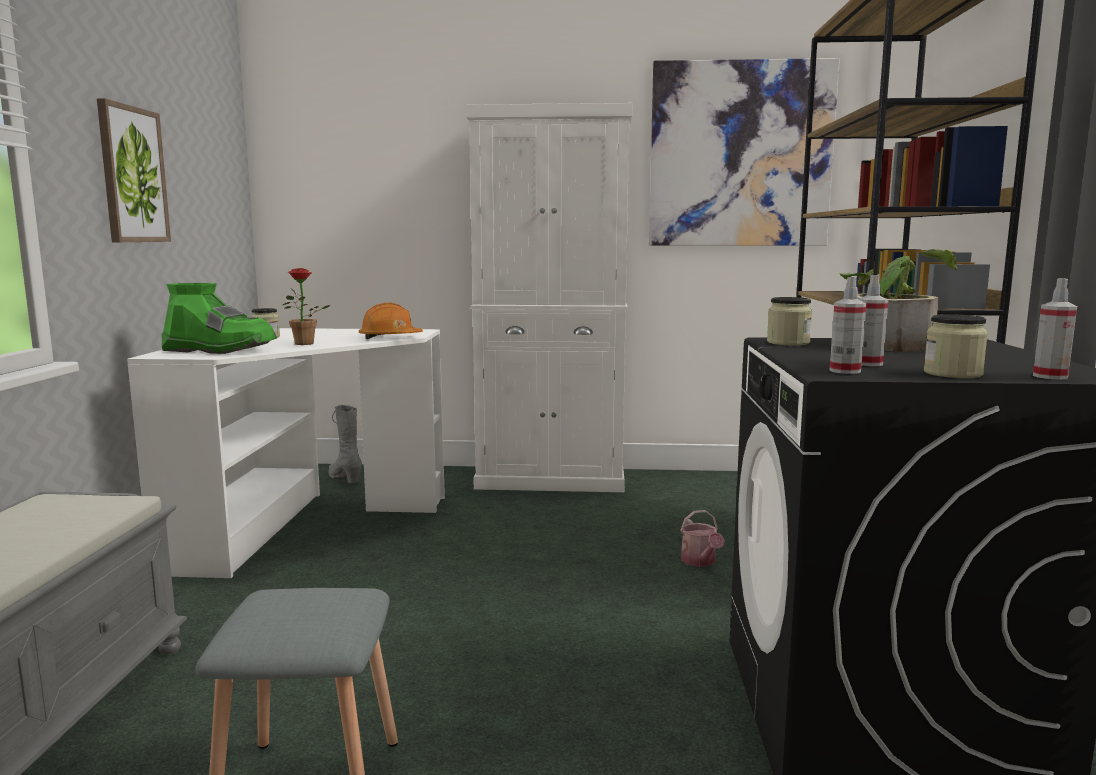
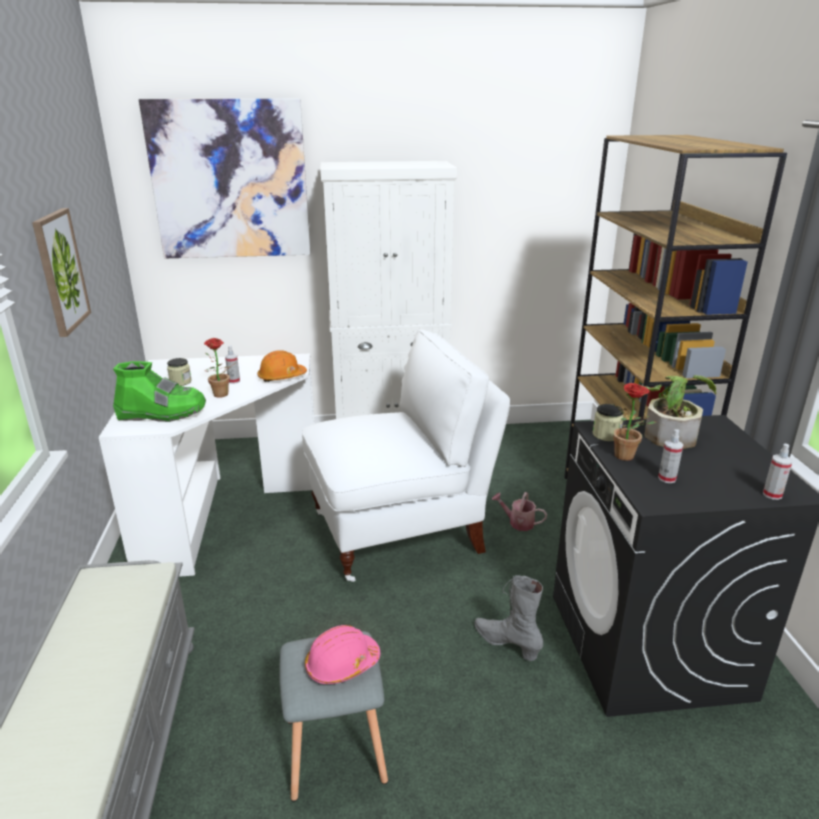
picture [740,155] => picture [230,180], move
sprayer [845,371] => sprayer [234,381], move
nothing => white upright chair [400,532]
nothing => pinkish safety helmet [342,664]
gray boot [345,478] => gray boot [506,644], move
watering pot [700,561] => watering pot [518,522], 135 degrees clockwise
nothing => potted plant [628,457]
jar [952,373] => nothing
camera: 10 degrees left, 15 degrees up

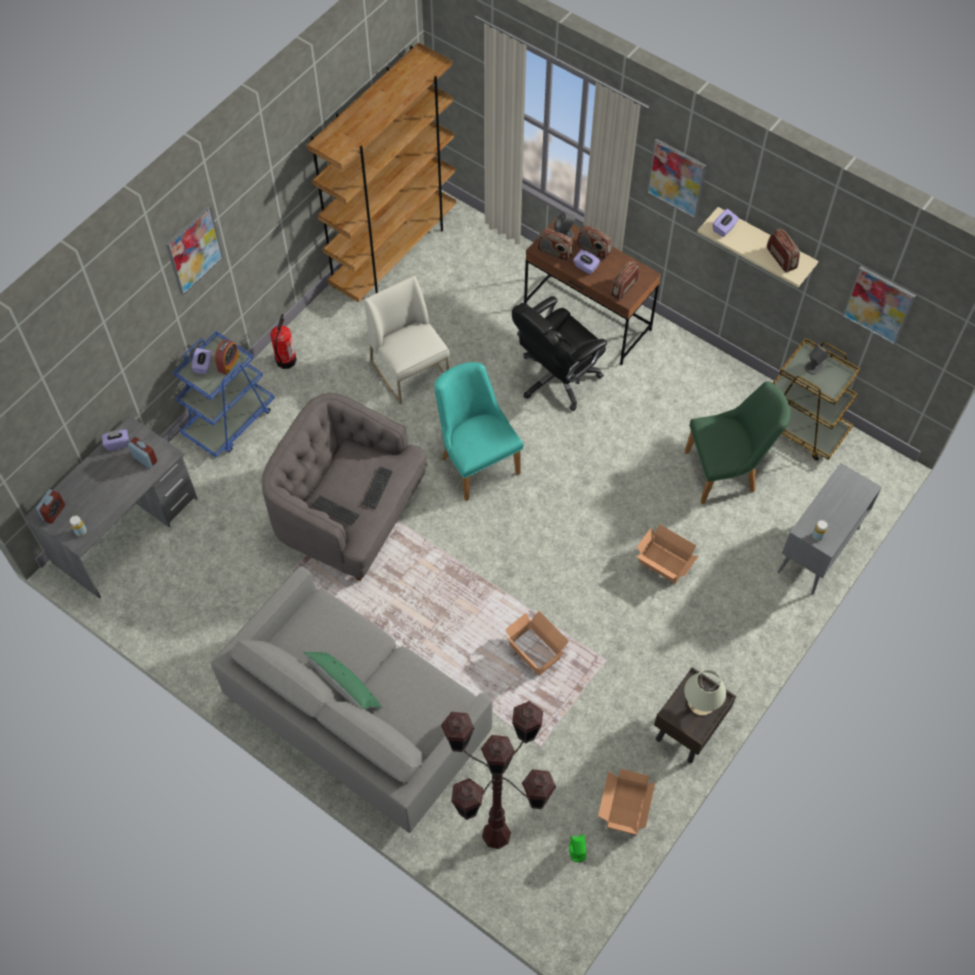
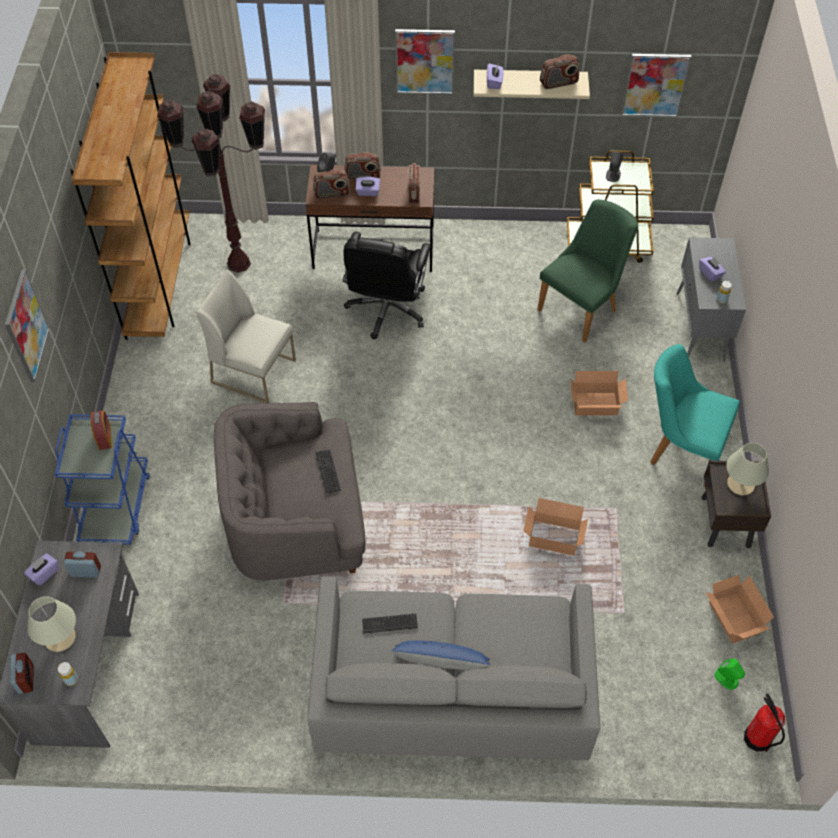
nothing => beige lamp for a table [60,638]
brown-coloured floor lamp [495,835] => brown-coloured floor lamp [238,264], move
PC keyboard [336,511] => PC keyboard [390,624], move
green cushion [344,687] => blue cushion [440,663]
radio receiver [781,258] => radio receiver [558,83], 135 degrees clockwise
blue-green upright chair [475,460] => blue-green upright chair [680,448], move
purplish box of tissues [203,365] => purplish box of tissues [710,273], move
fire extinguisher [285,360] => fire extinguisher [757,739], move
camera: 35 degrees left, 5 degrees down

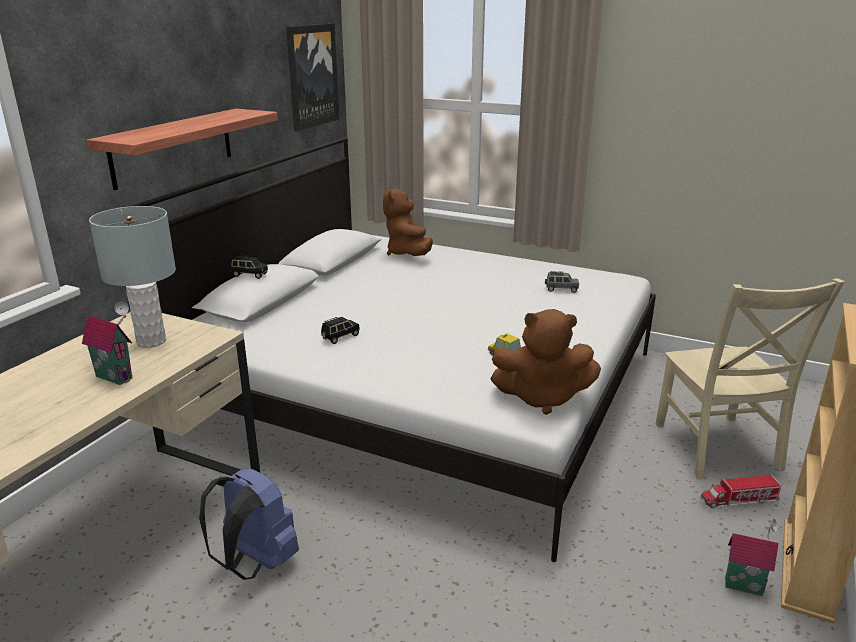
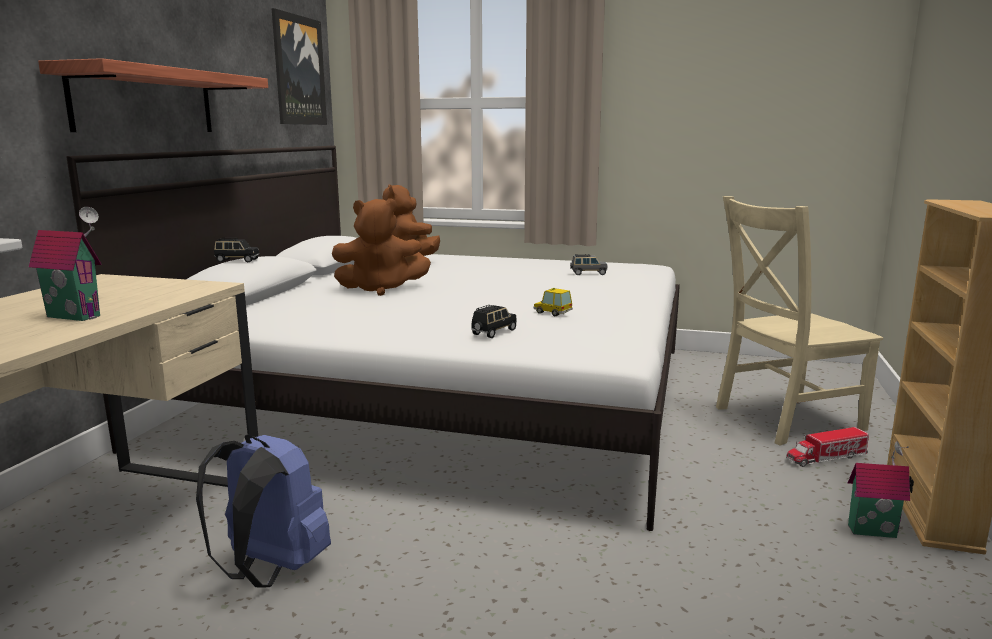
brown-coloured plush toy [542,397] => brown-coloured plush toy [380,289], move
black toy car [340,337] => black toy car [494,332], move
beige upright chair [718,449] => beige upright chair [783,419], 90 degrees clockwise
gray lamp for a table [151,341] => nothing
camera: 10 degrees left, 10 degrees down

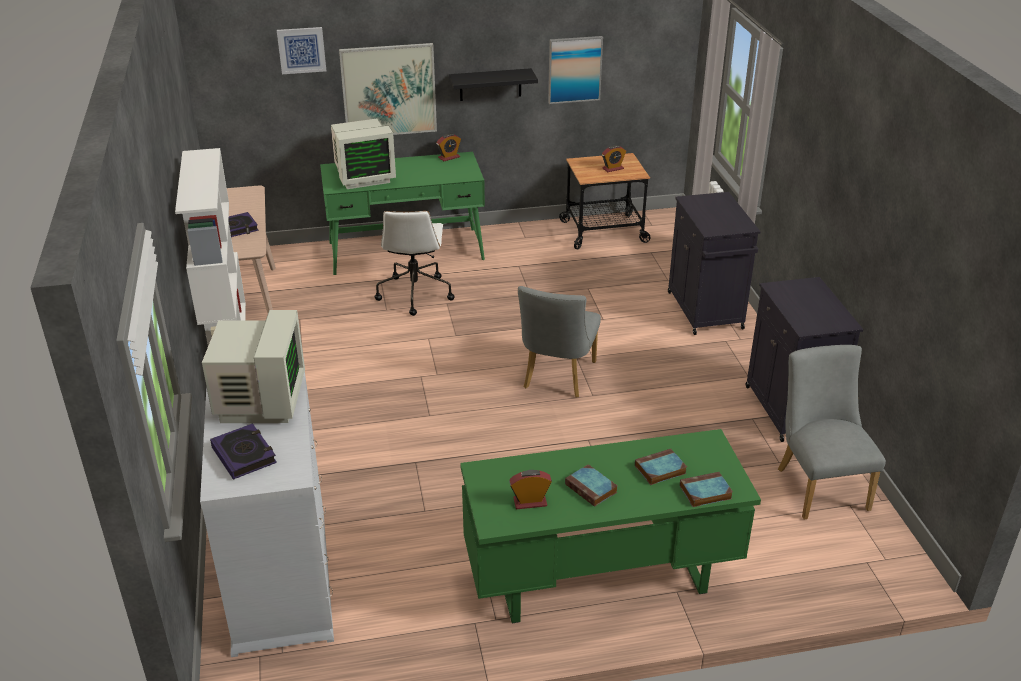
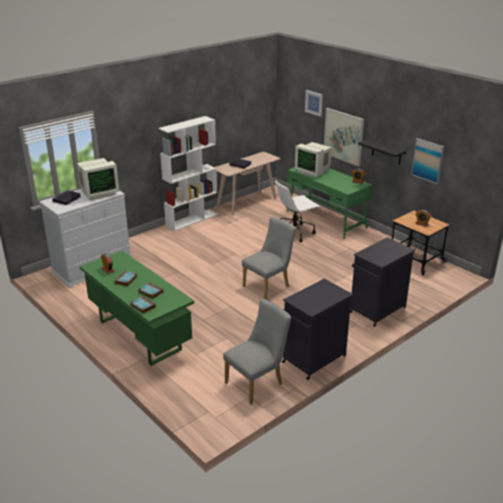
gray upright chair [557,378] => gray upright chair [269,285], 150 degrees clockwise
camera: 60 degrees right, 5 degrees down

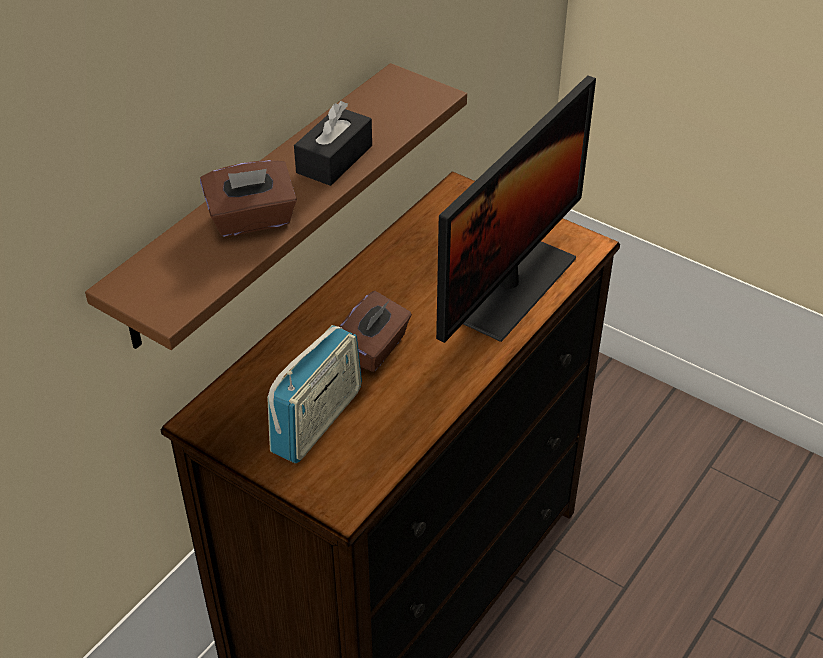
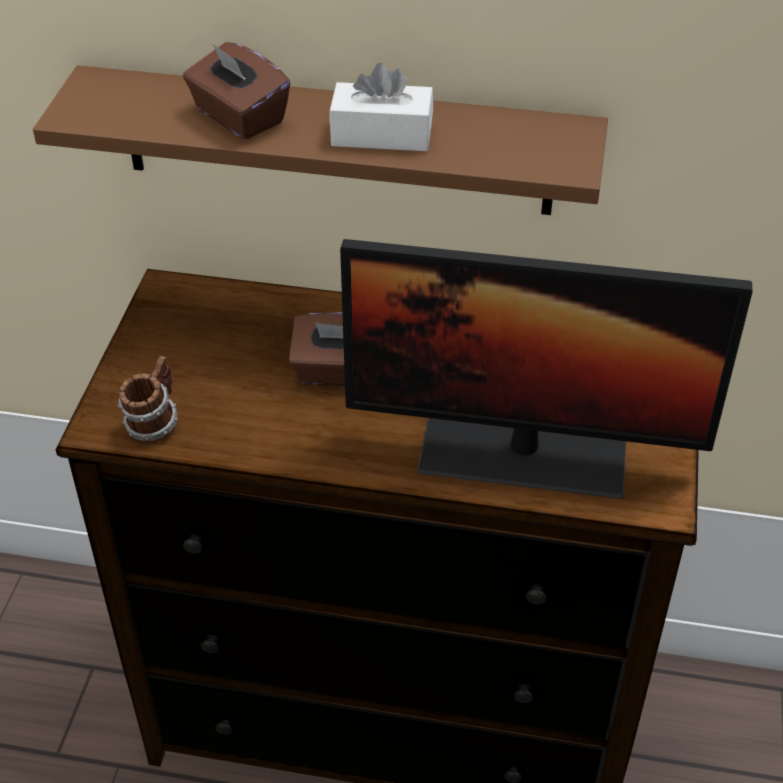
nothing => tea mug [153,424]
black box of tissues [334,159] => white box of tissues [381,135]
radio receiver [317,421] => nothing
camera: 65 degrees right, 0 degrees up

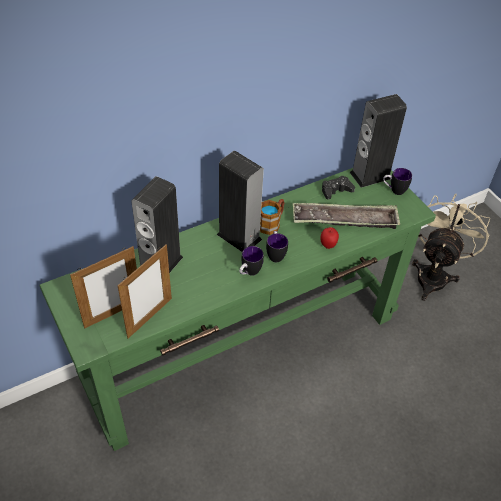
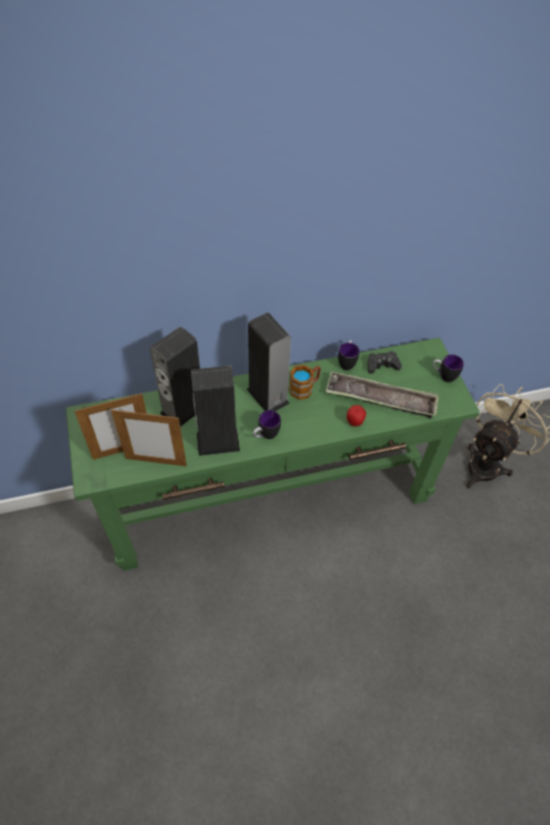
photo frame [149,318] => photo frame [156,462], 45 degrees clockwise
speaker [370,175] => speaker [218,441], move
tea mug [275,254] => tea mug [347,362], move
camera: 15 degrees right, 5 degrees up

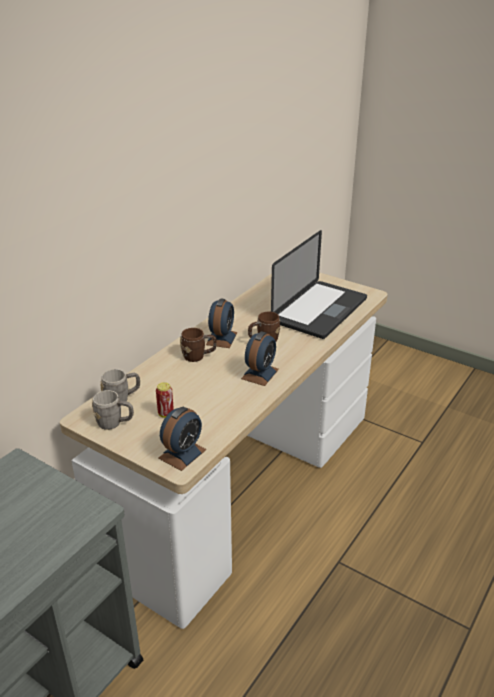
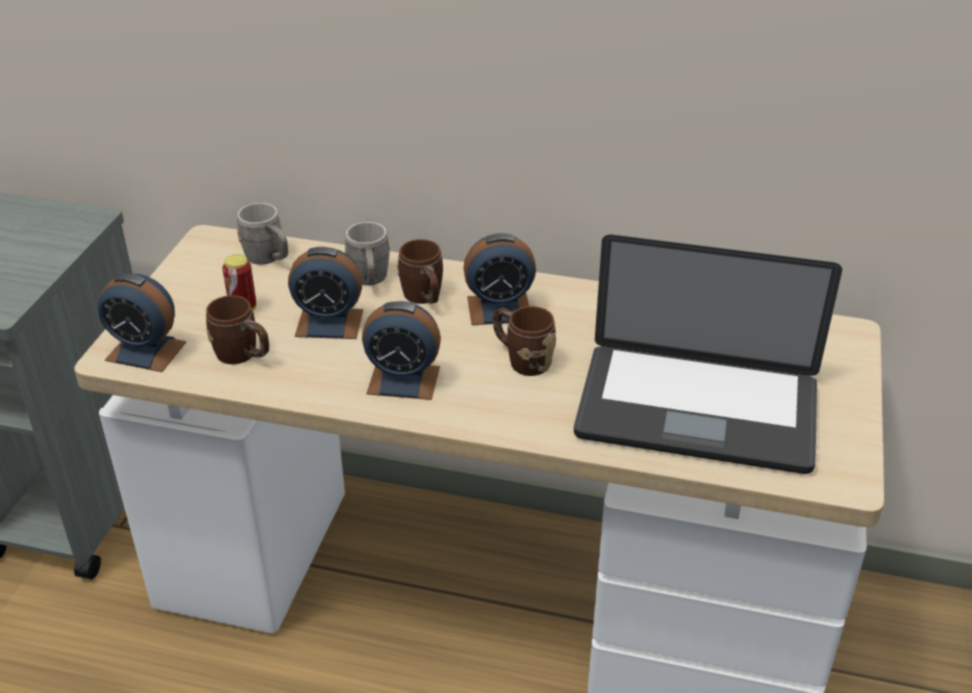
nothing => brown-coloured tea mug [243,356]
nothing => bedside clock [329,323]
gray tea mug [114,423] => gray tea mug [370,281], move
camera: 70 degrees right, 5 degrees up

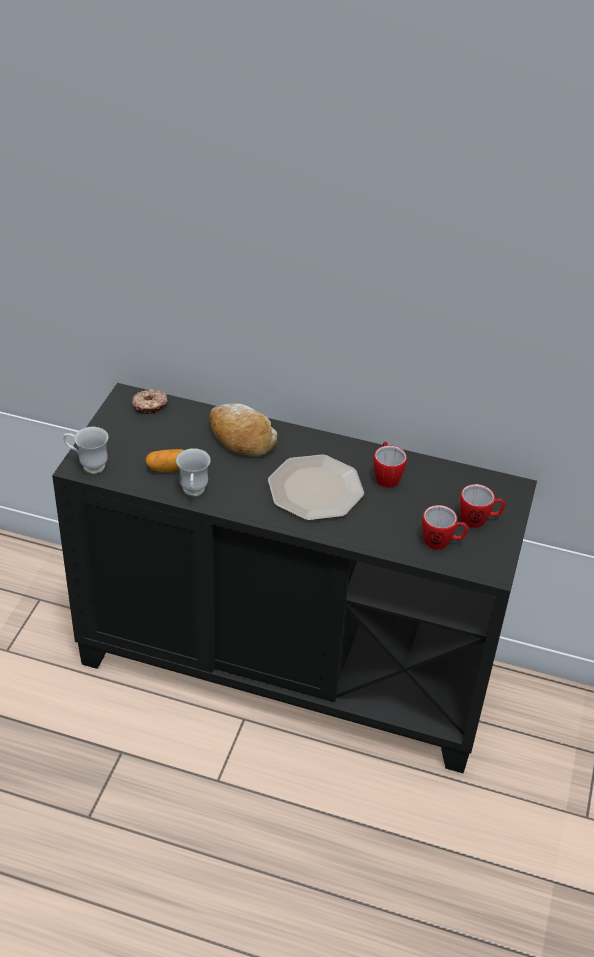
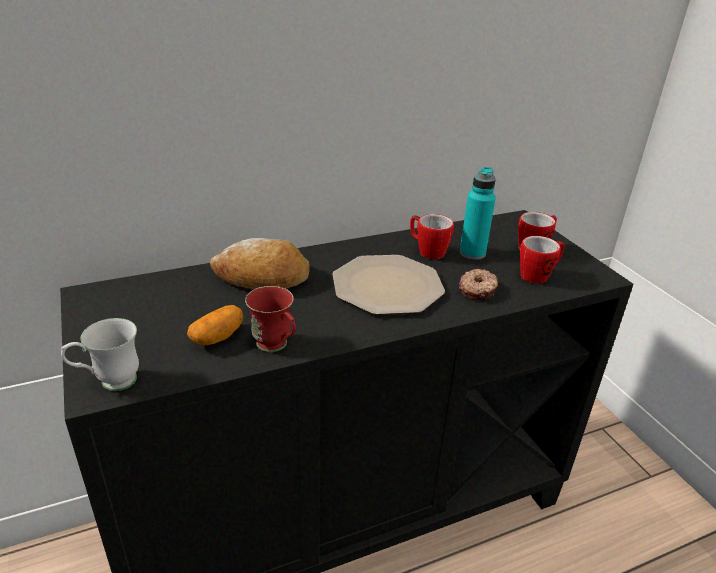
white tea mug [193,493] => red tea mug [276,347]
donut [150,406] => donut [478,290], move
nothing => blue-green drink bottle [472,253]
camera: 40 degrees left, 10 degrees down

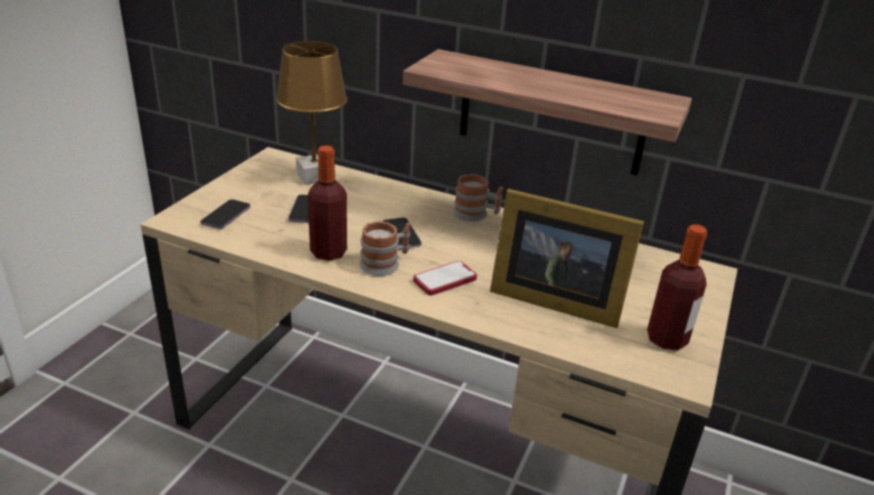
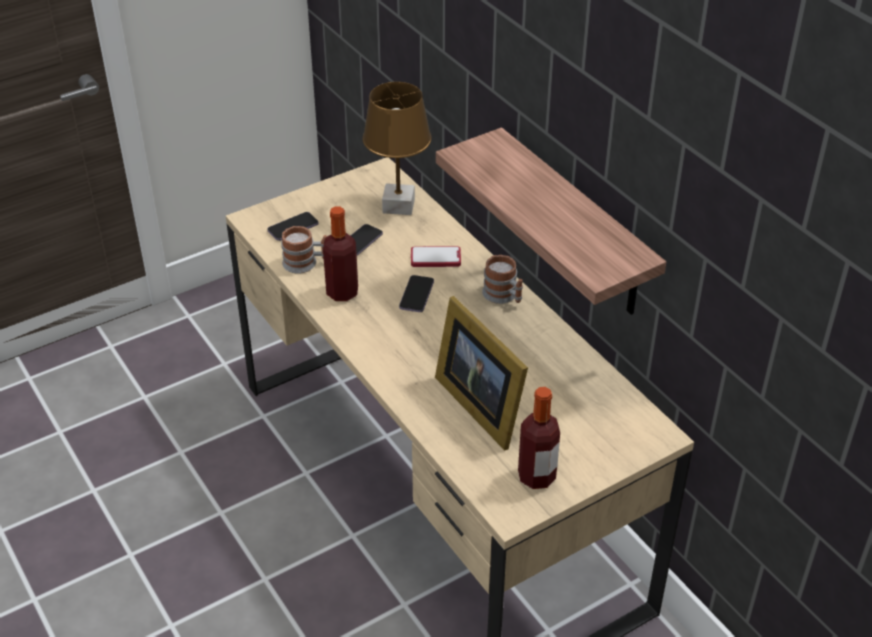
tea mug [385,263] => tea mug [305,263], move
telephone [445,280] => telephone [435,258], move
camera: 35 degrees right, 10 degrees up

